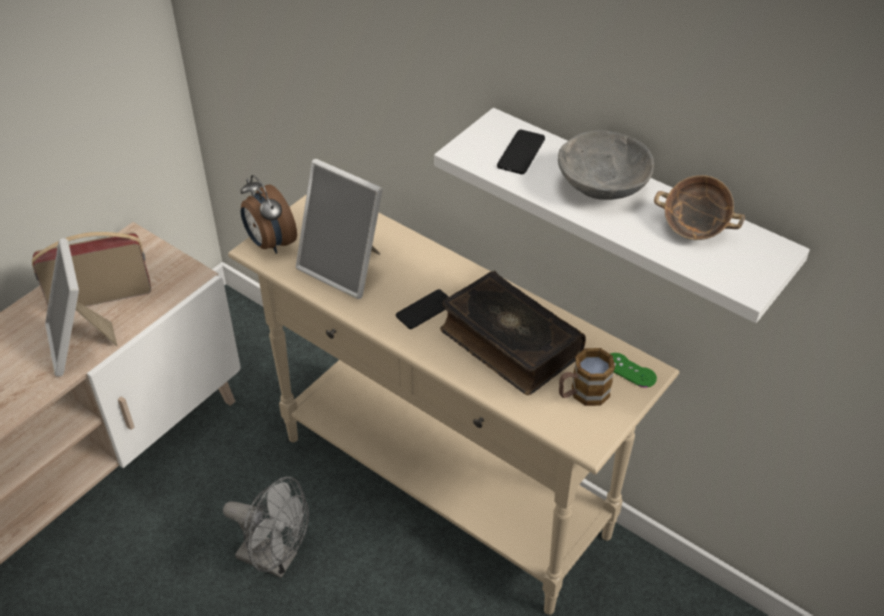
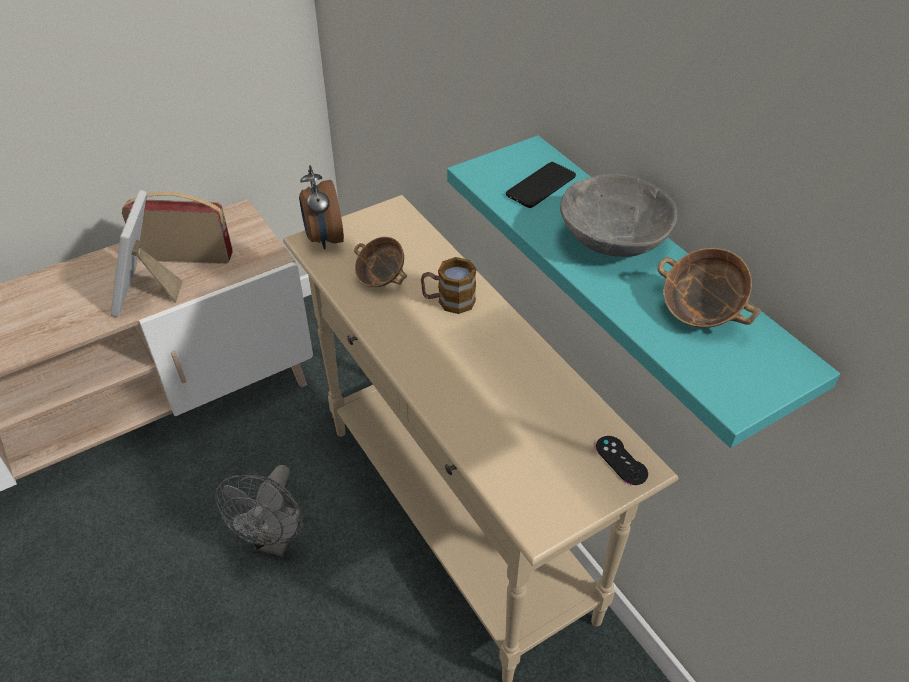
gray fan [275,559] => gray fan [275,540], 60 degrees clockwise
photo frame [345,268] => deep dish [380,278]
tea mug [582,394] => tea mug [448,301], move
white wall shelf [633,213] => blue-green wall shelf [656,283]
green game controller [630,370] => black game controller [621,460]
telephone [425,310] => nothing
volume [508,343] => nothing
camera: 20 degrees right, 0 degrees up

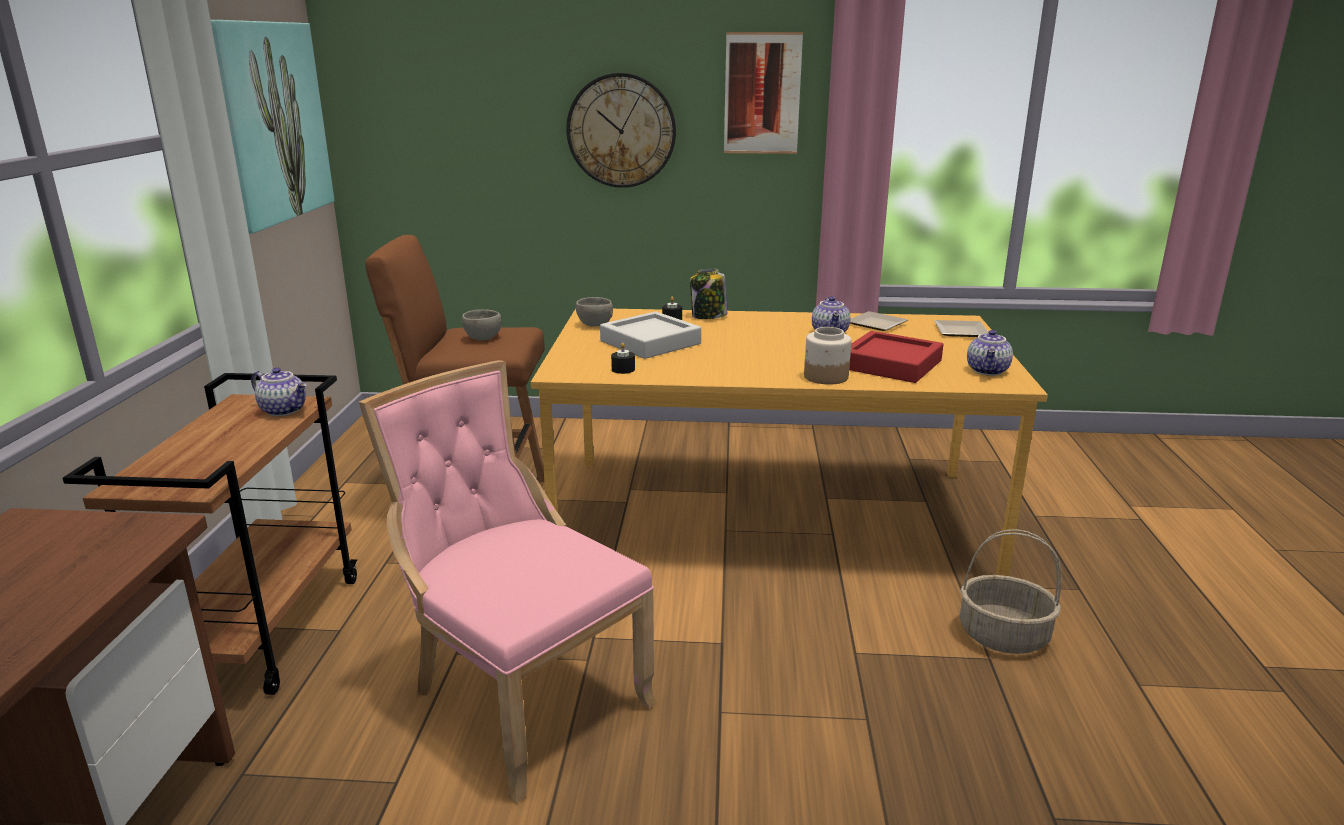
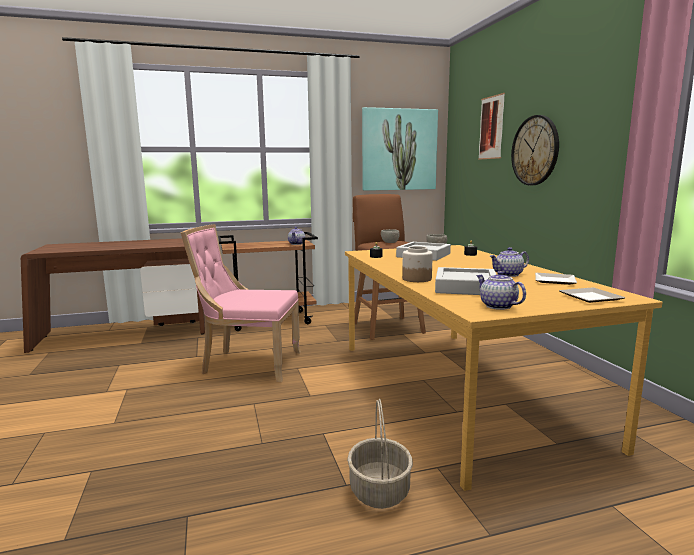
pinkish upright chair [521,699] => pinkish upright chair [248,364], 105 degrees counterclockwise
red carrying tray [891,364] => gray carrying tray [465,287]
teapot [988,371] => teapot [497,306], 60 degrees clockwise
picture [762,94] => picture [491,127], move
jar [708,316] => nothing
camera: 70 degrees right, 10 degrees down

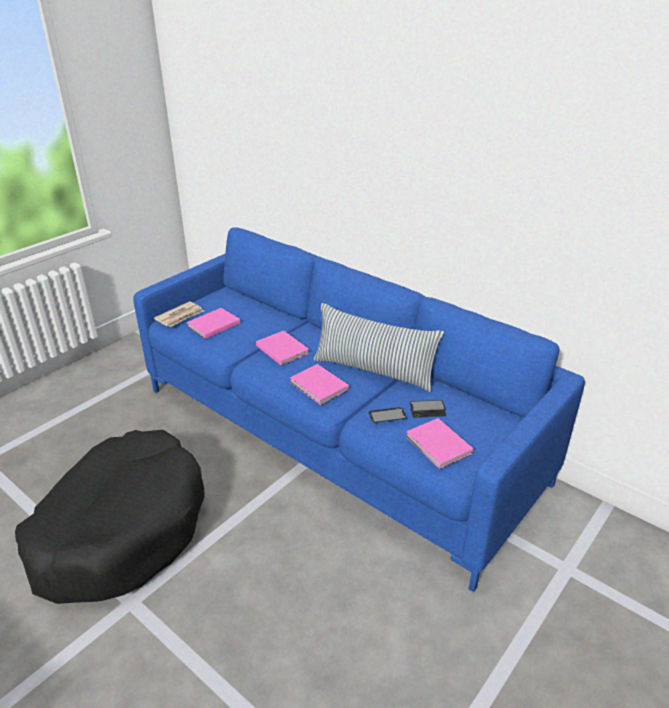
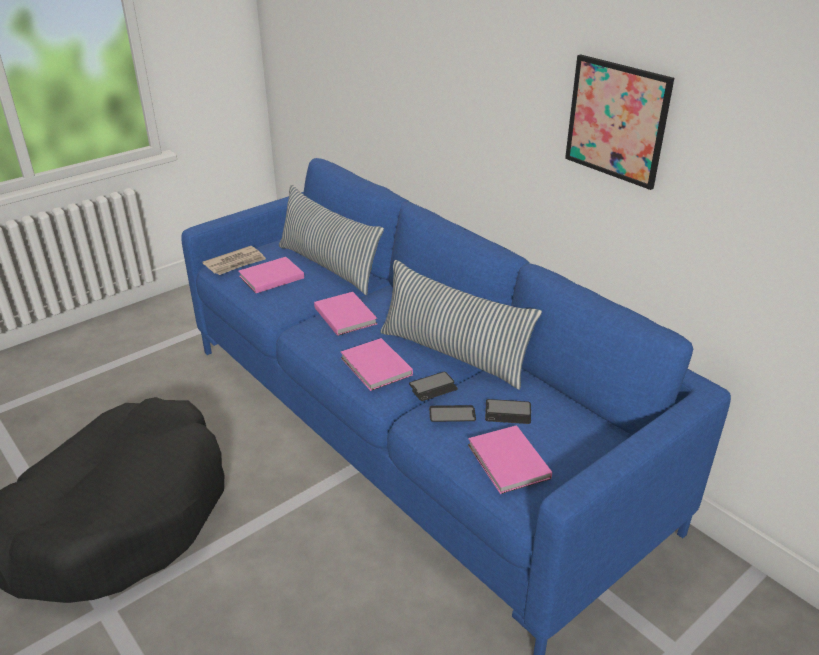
nothing => cushion [328,266]
nothing => telephone [433,387]
nothing => picture [617,121]
camera: 10 degrees right, 0 degrees up

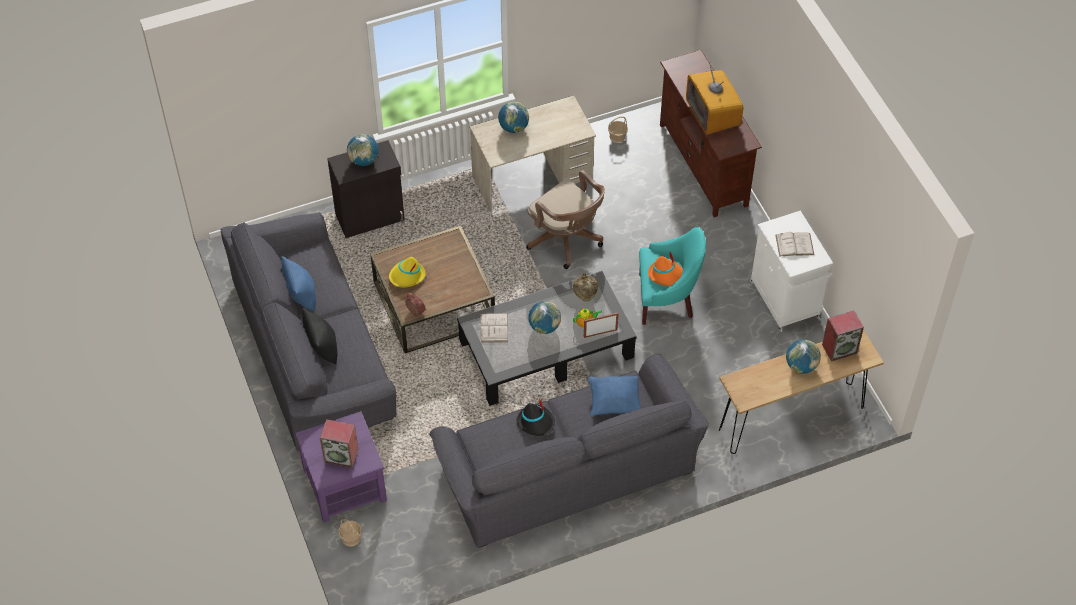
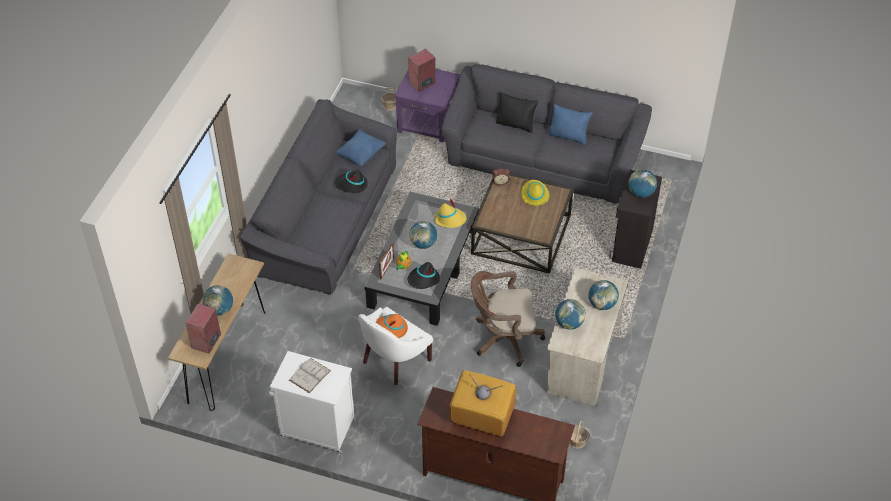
blue cushion [613,402] => blue cushion [361,155], move
blue-green armchair [667,298] => white armchair [393,360]
beige decorative vase [585,298] => black hat [423,279]
white volume [494,327] => yellowish hat [450,219]
nothing => desk globe [569,323]
camera: 130 degrees right, 5 degrees down

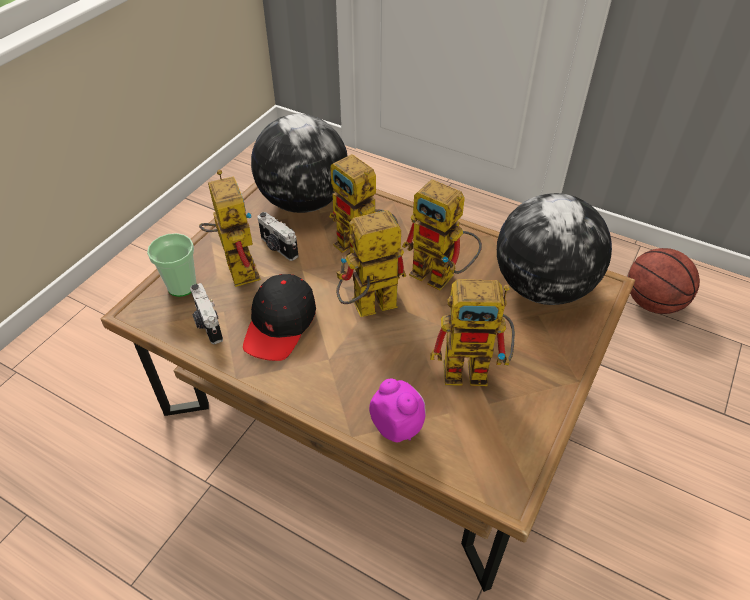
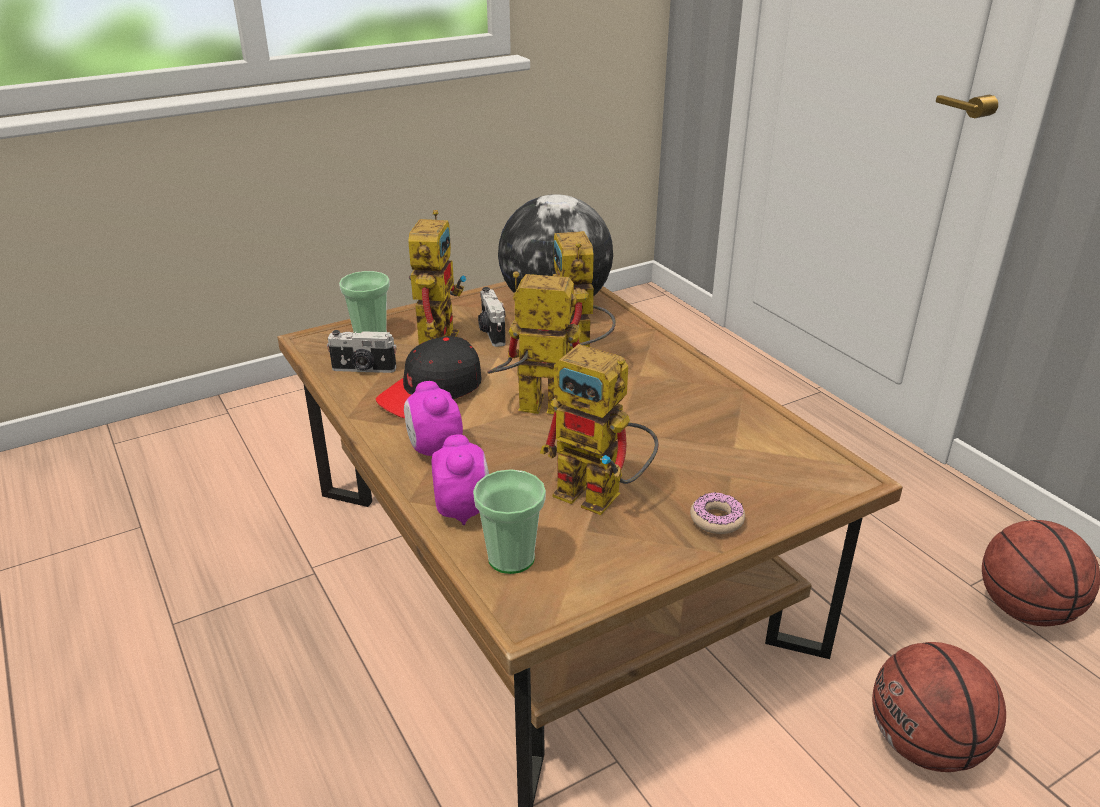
photo camera [207,324] => photo camera [363,369], 90 degrees counterclockwise
nothing => bedside clock [434,450]
nothing => cup [511,558]
nothing => donut [716,519]
nothing => basketball [924,745]
model robot [442,276] => nothing
desk globe [542,288] => nothing
camera: 30 degrees right, 15 degrees down

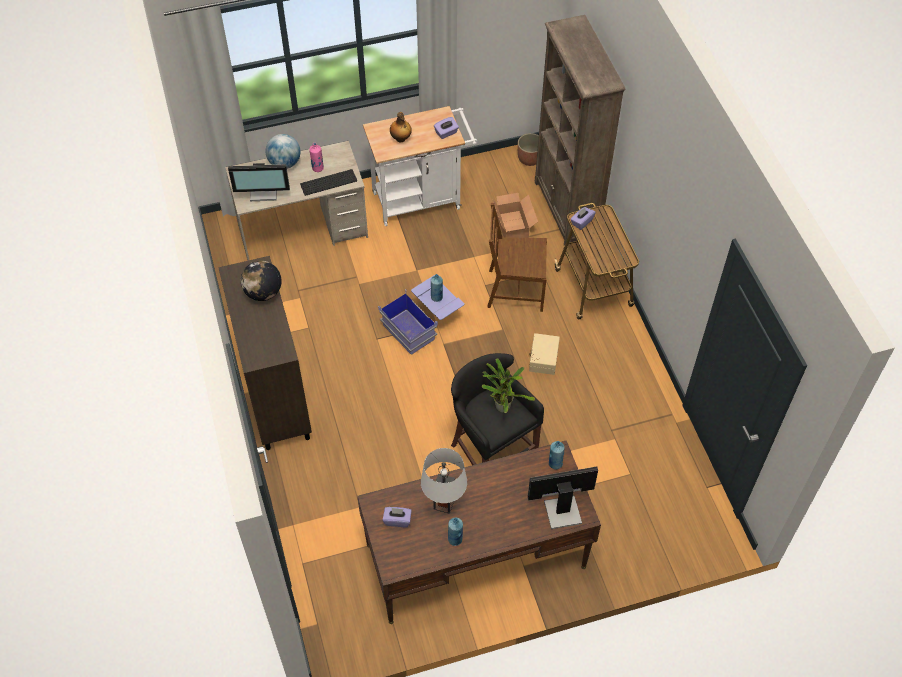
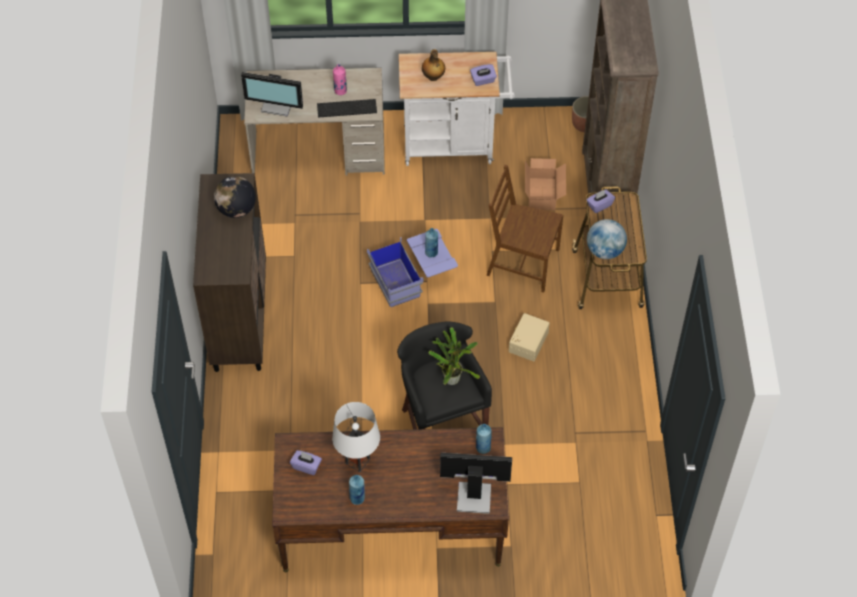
desk globe [285,163] => desk globe [605,251], move
camera: 15 degrees right, 0 degrees up

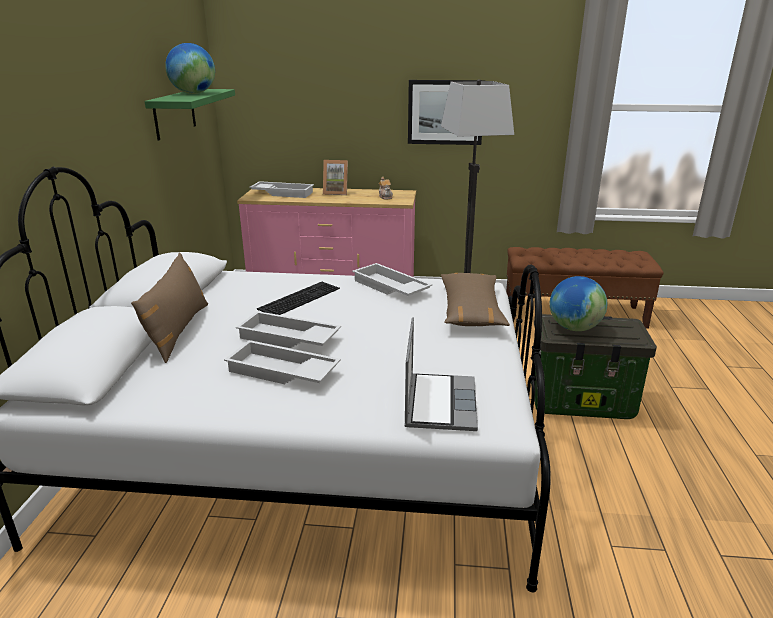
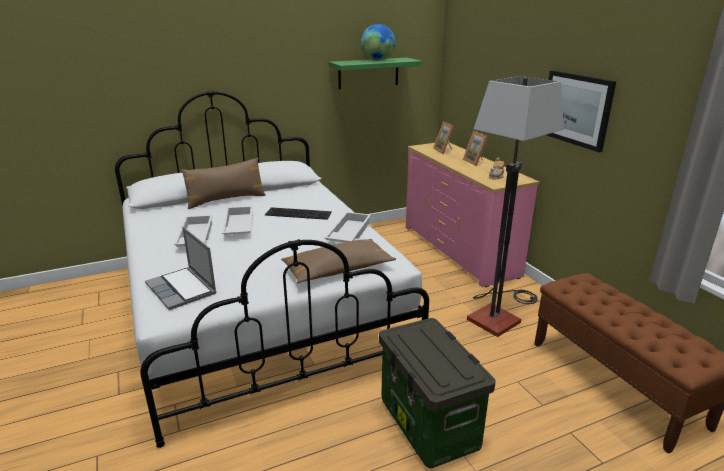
portable computer [439,403] => portable computer [182,289], 75 degrees clockwise
white carrying tray [283,193] => photo frame [444,151]
desk globe [574,328] => nothing
camera: 60 degrees right, 0 degrees up

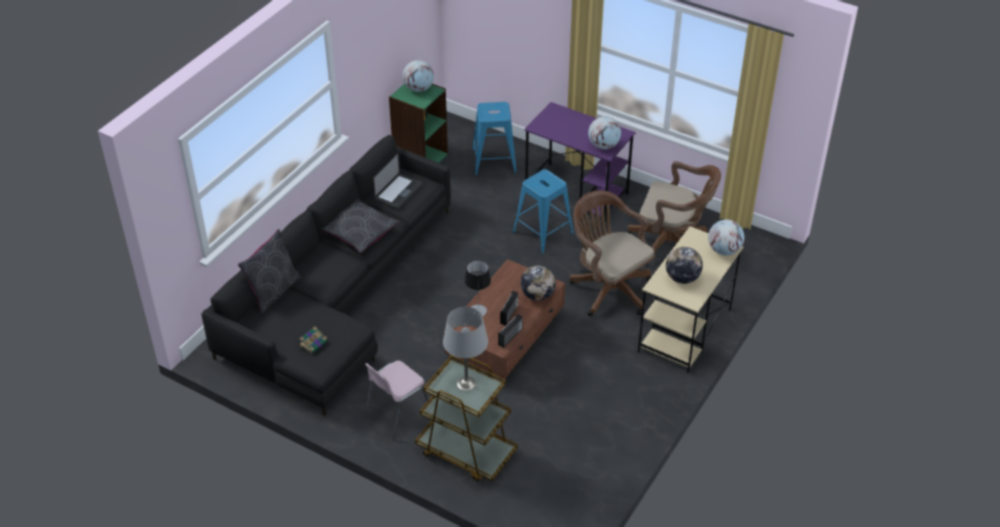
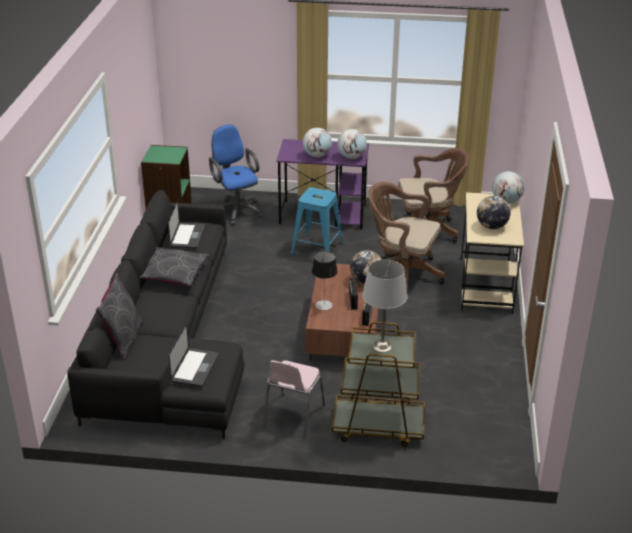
volume [314,343] => portable computer [195,368]
blue stool seat [494,161] => blue office chair [236,210]
desk globe [418,88] => desk globe [317,155], move
camera: 25 degrees left, 10 degrees down

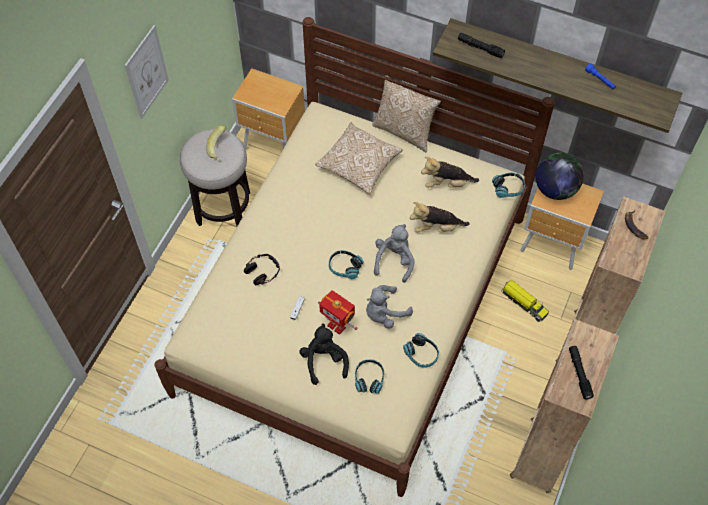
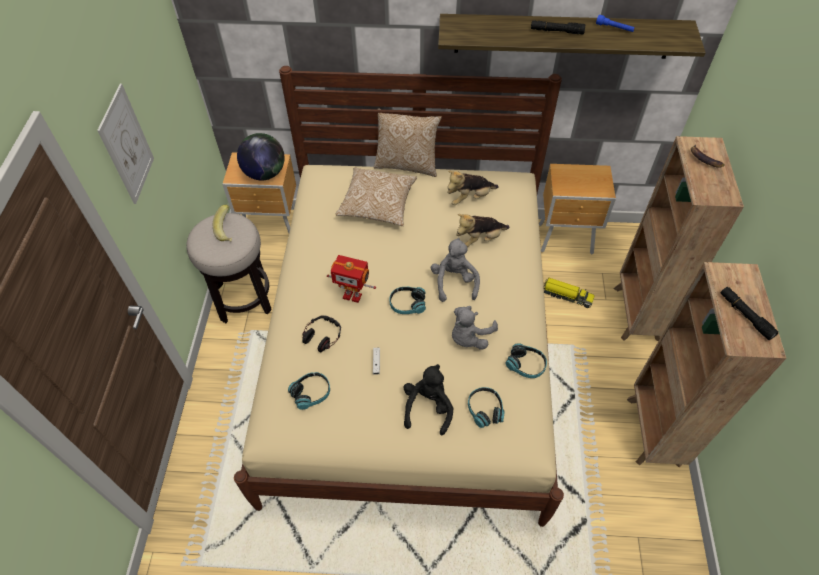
desk globe [555,189] => desk globe [264,173], move
pair of headphones [508,188] => pair of headphones [311,393], move
model robot [337,325] => model robot [352,295], move
black plush toy [324,360] => black plush toy [428,407], 45 degrees clockwise
black hand torch [480,48] => black hand torch [556,31], move
camera: 20 degrees left, 5 degrees down

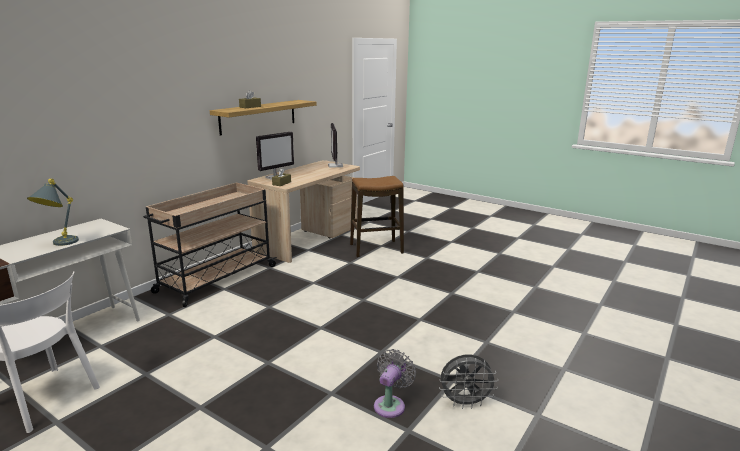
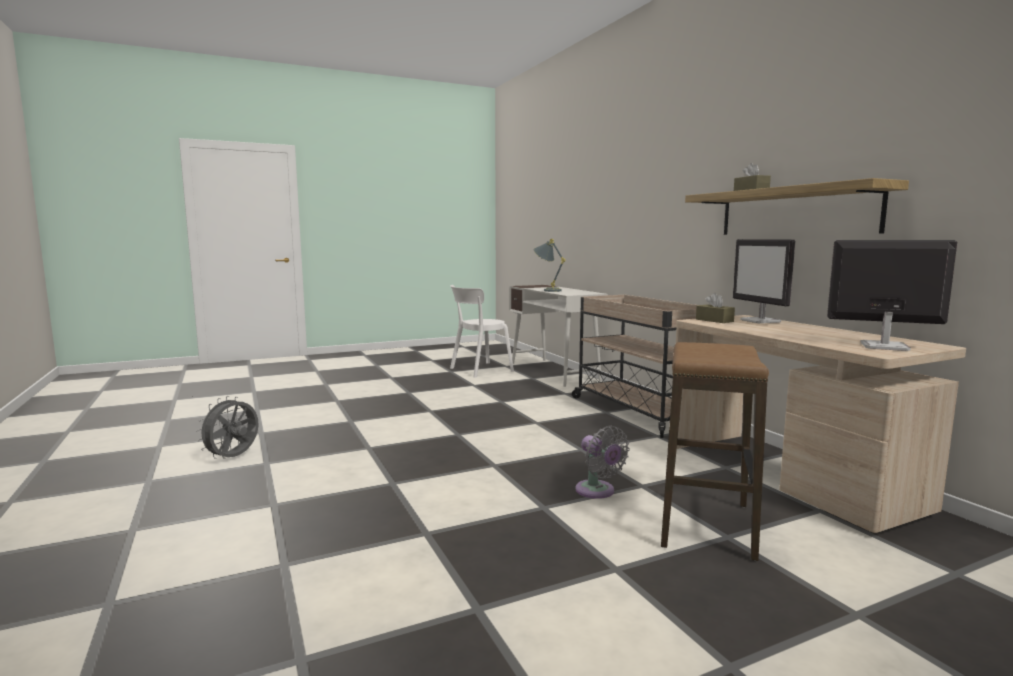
gray fan [391,404] => gray fan [597,492], move
camera: 120 degrees right, 10 degrees down

